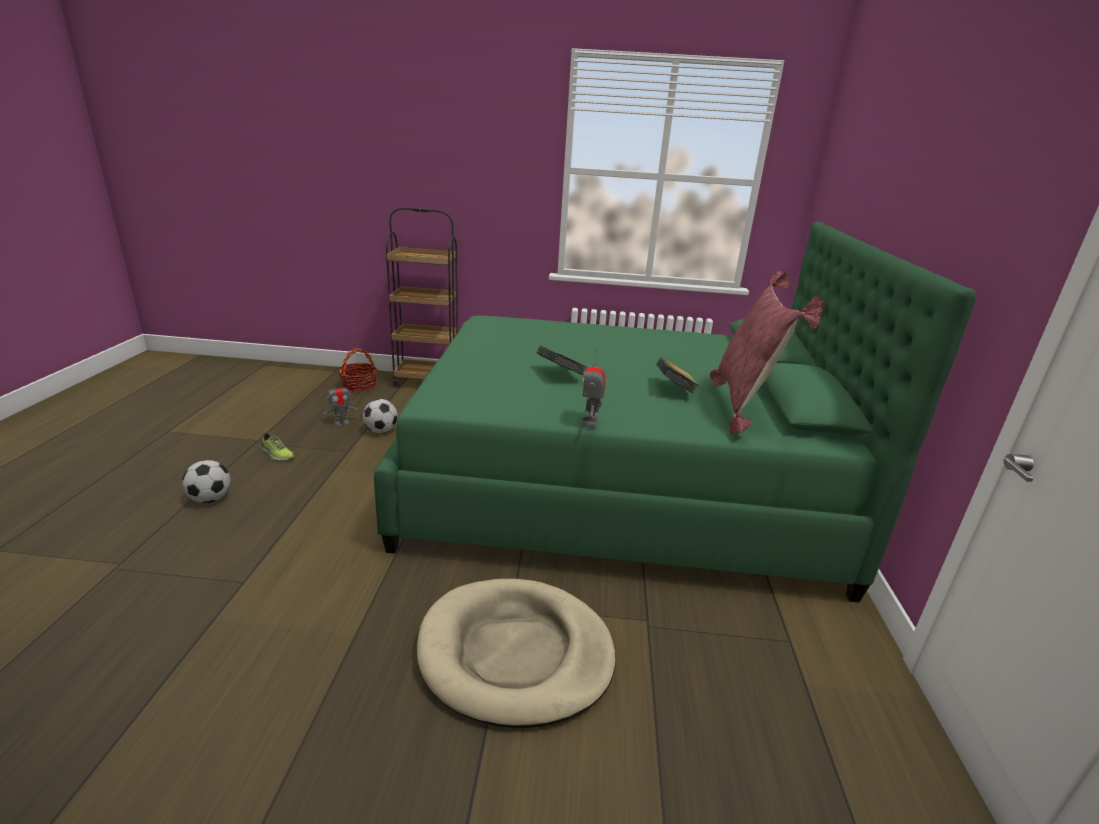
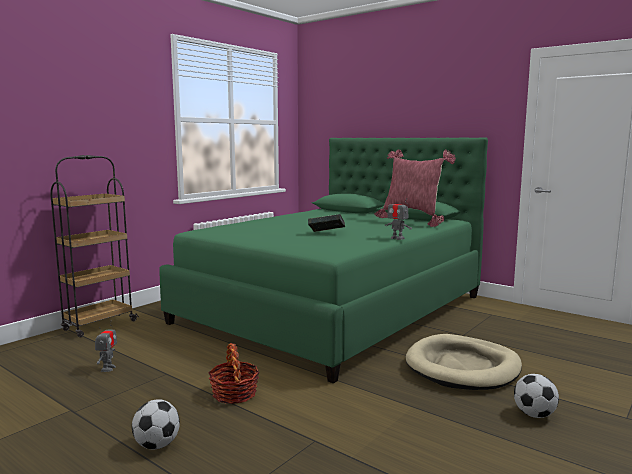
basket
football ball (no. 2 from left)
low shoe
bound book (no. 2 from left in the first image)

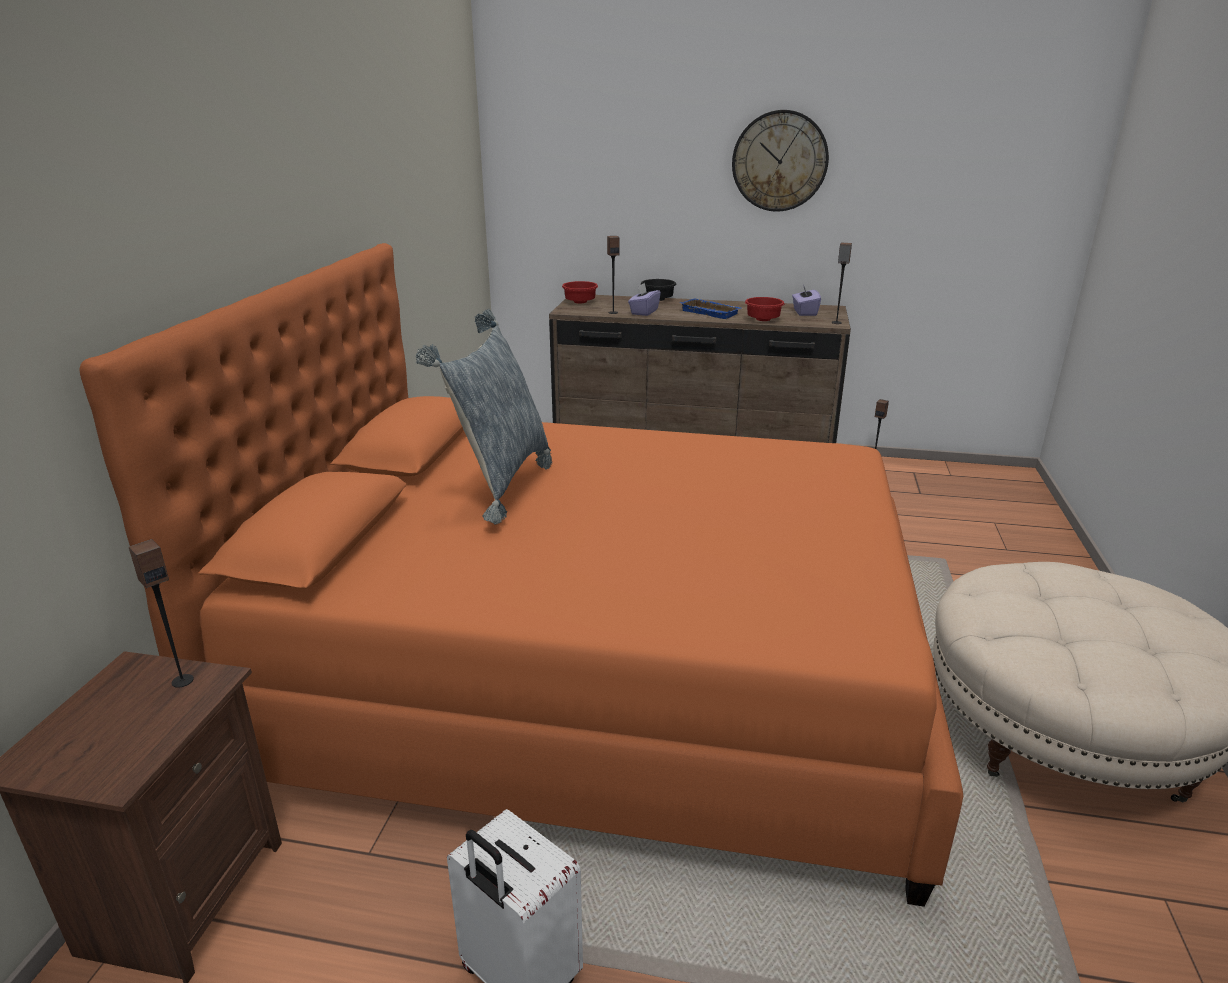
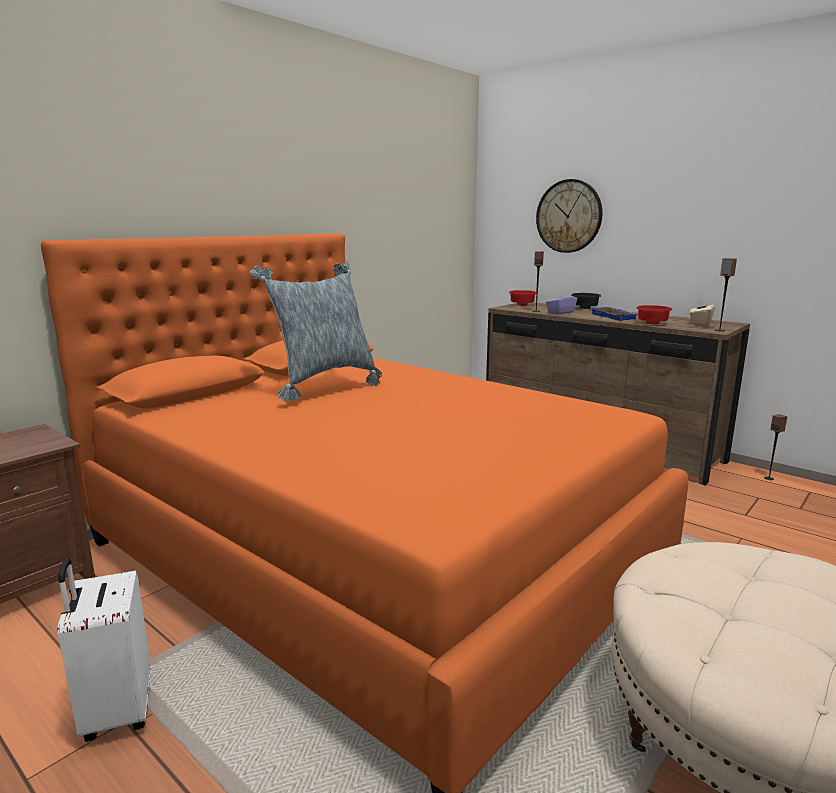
hanging clock
beige-coloured tissue box
loudspeaker (no. 1 from left in the first image)

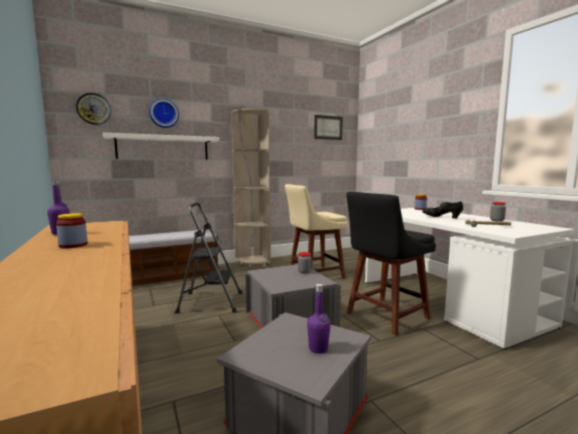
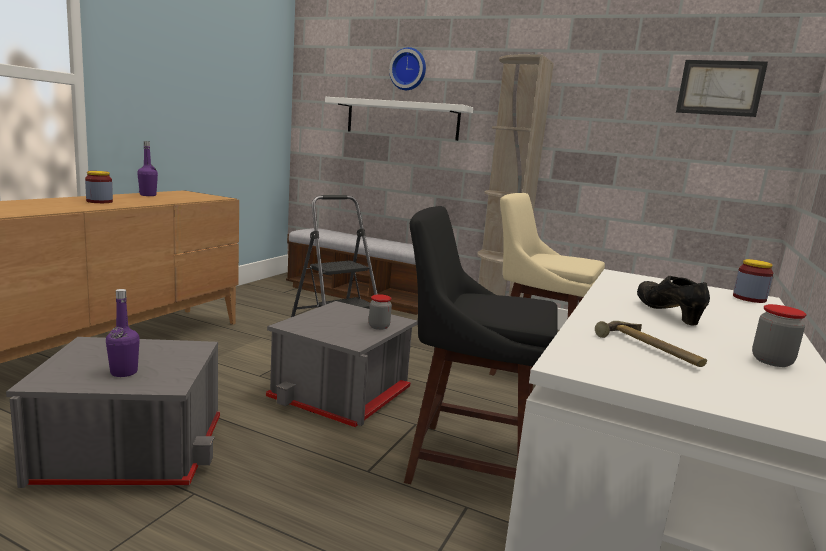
hanging clock (no. 1 from left in the first image)

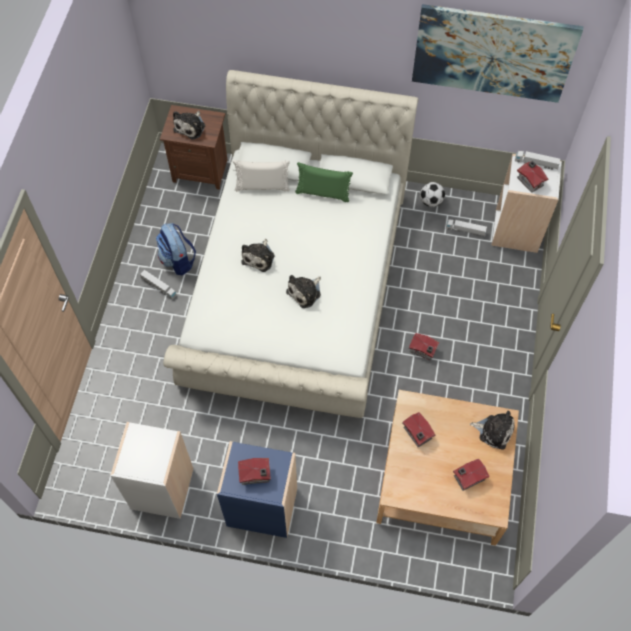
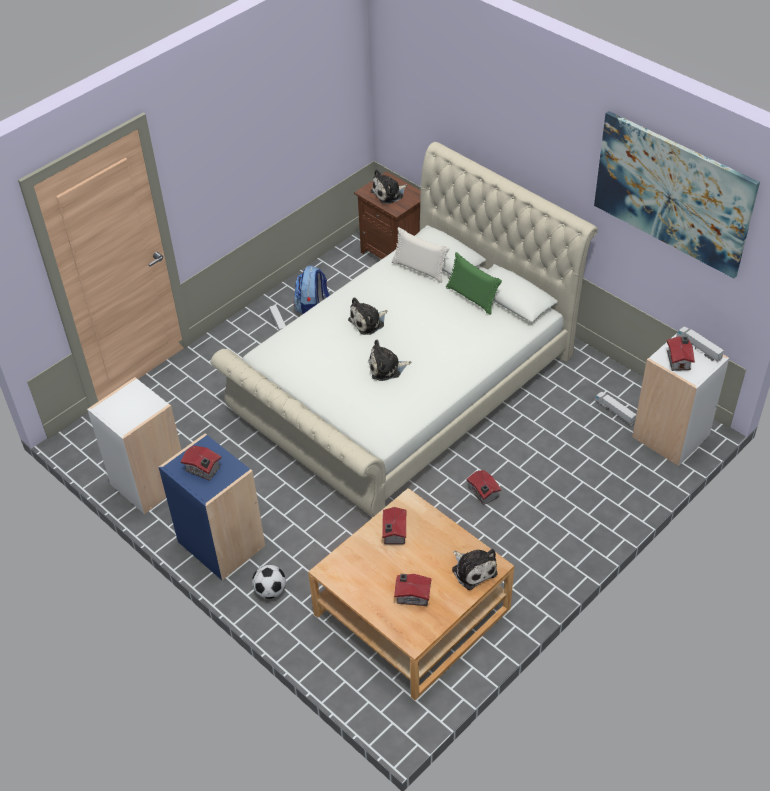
football ball

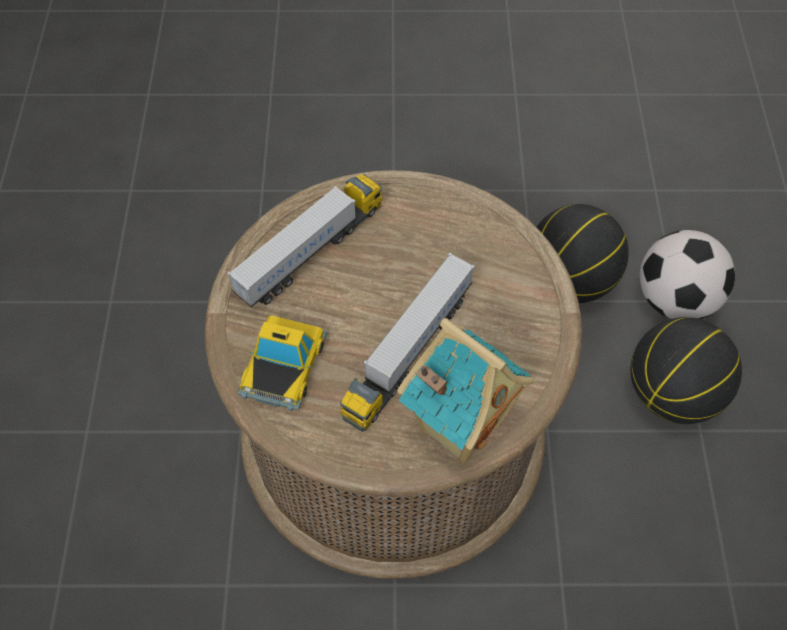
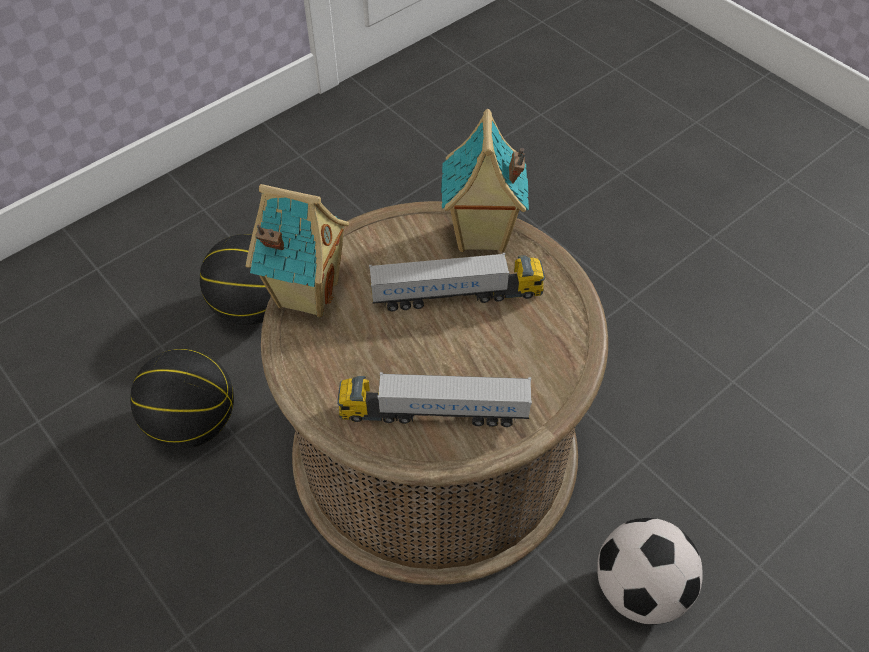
toy house (no. 1 from left)
football ball
toy car

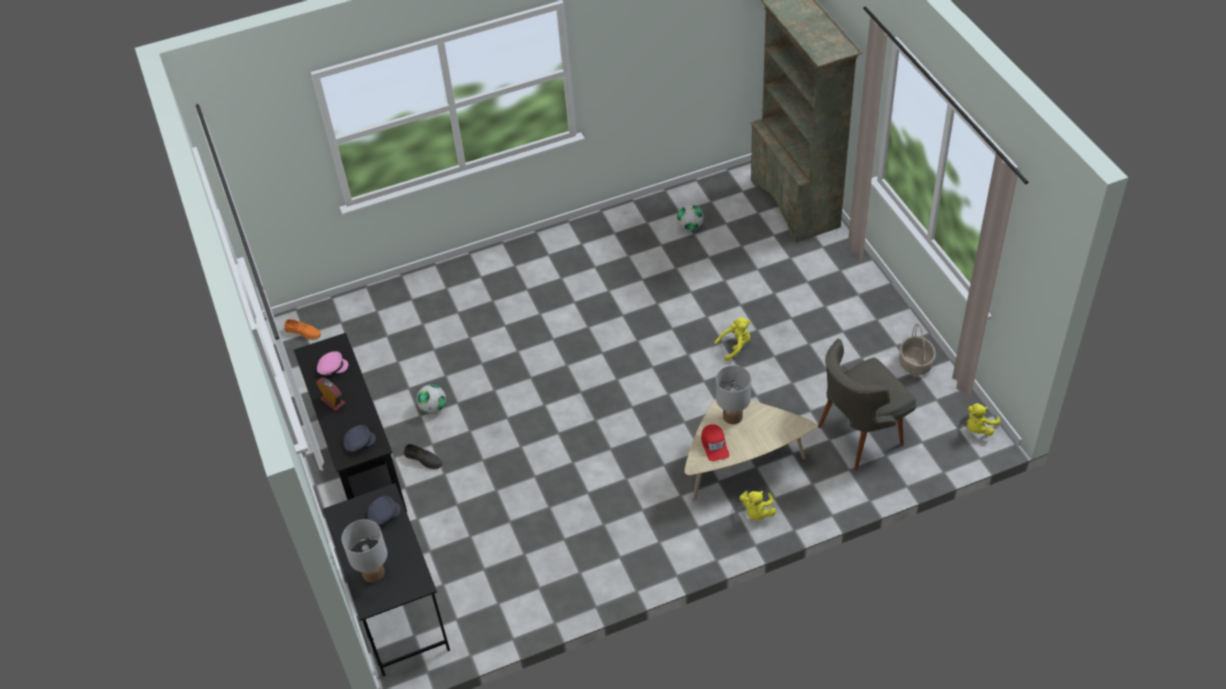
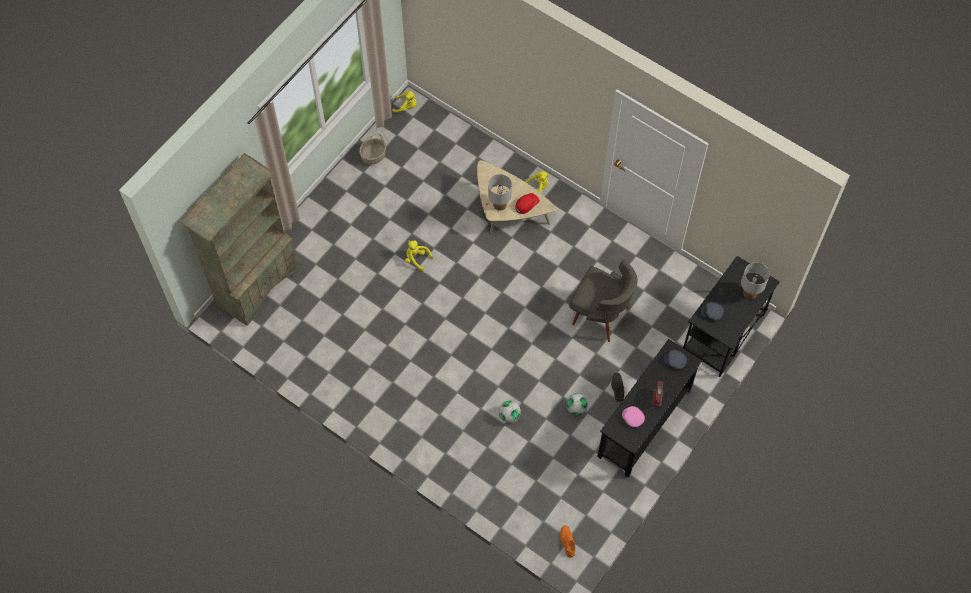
football ball (no. 1 from left)
greyish upright chair

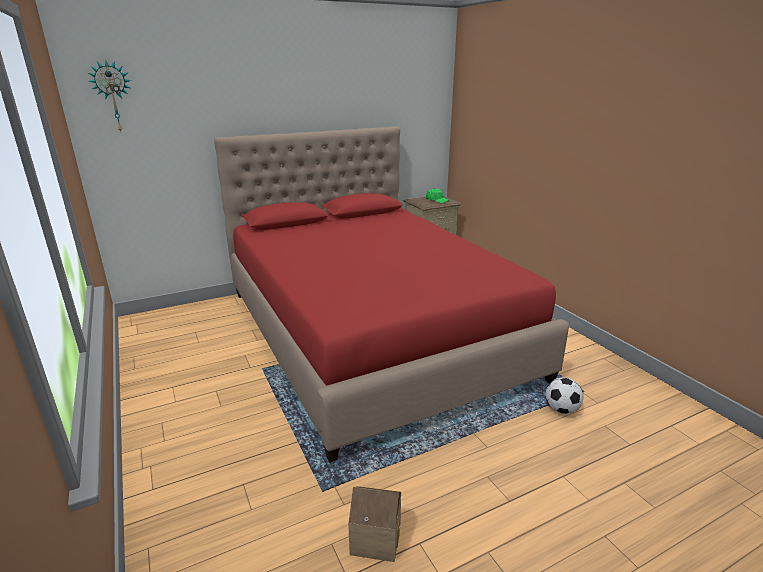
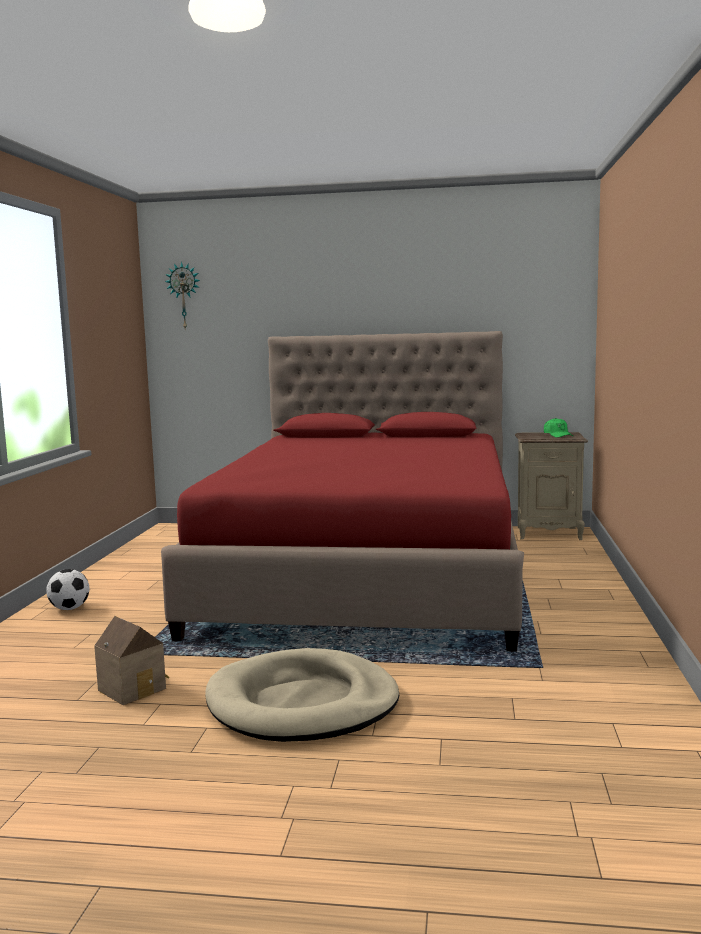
football ball
beige-coloured dog cushion

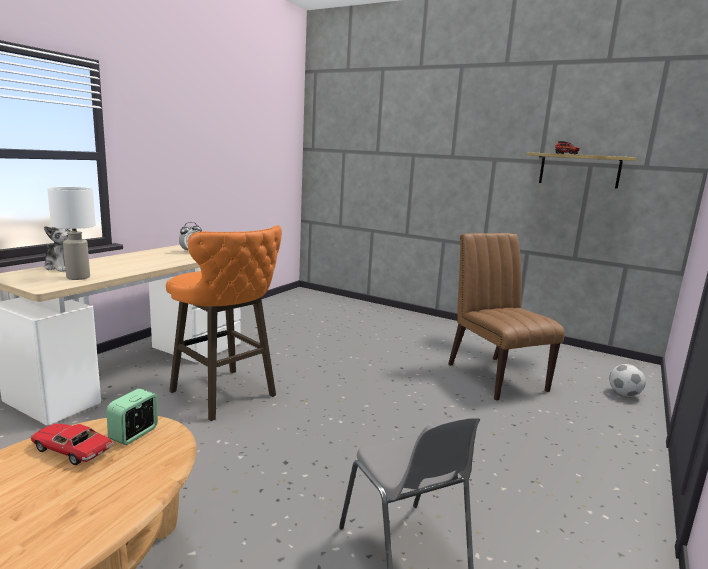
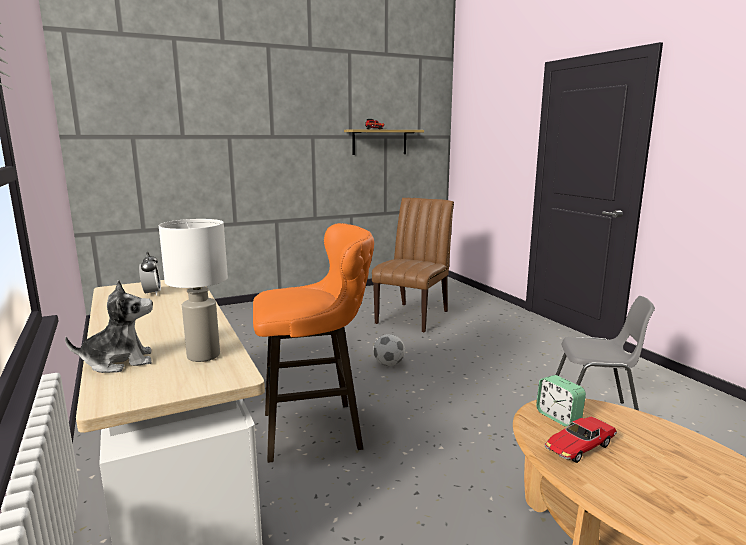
brown-coloured upright chair
football ball

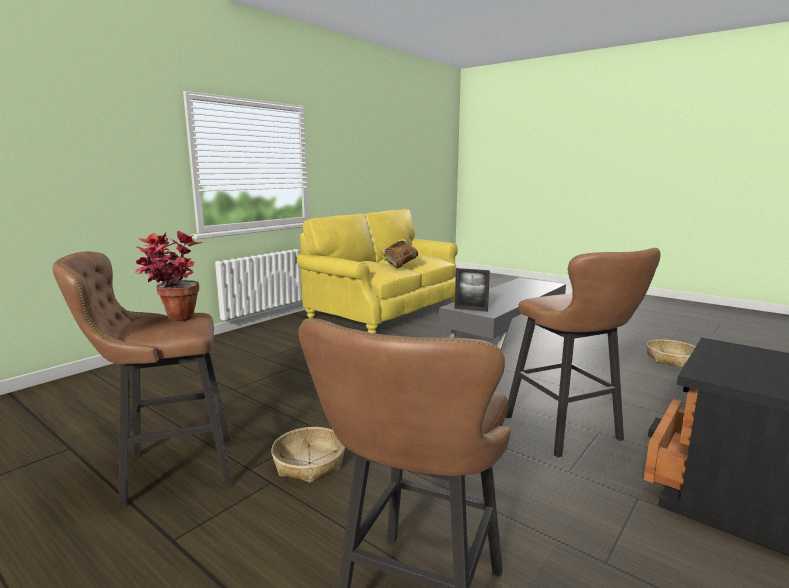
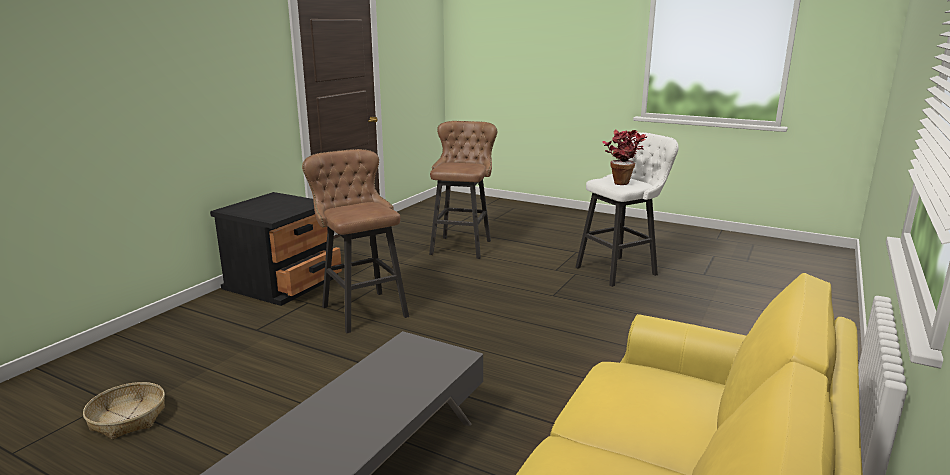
white stool
basket (no. 1 from left in the first image)
bound book
photo frame

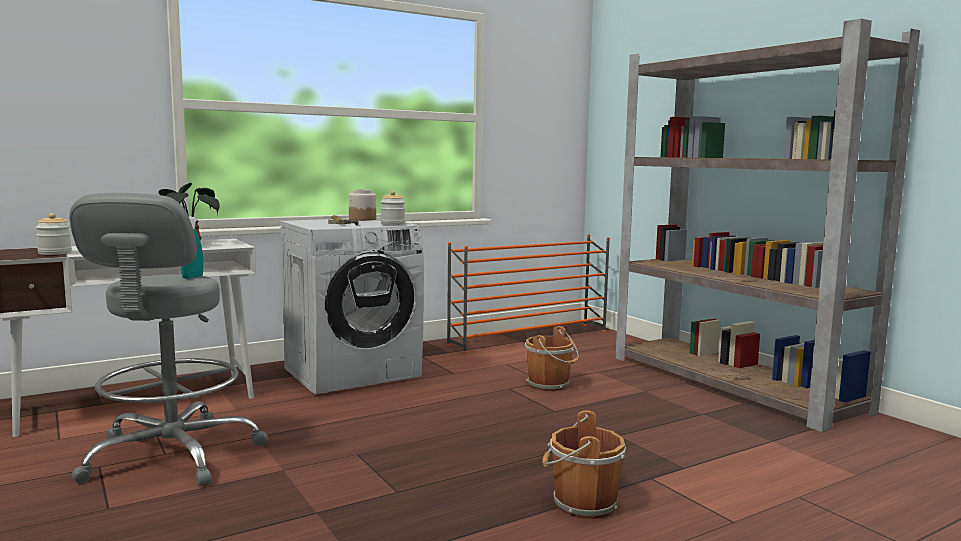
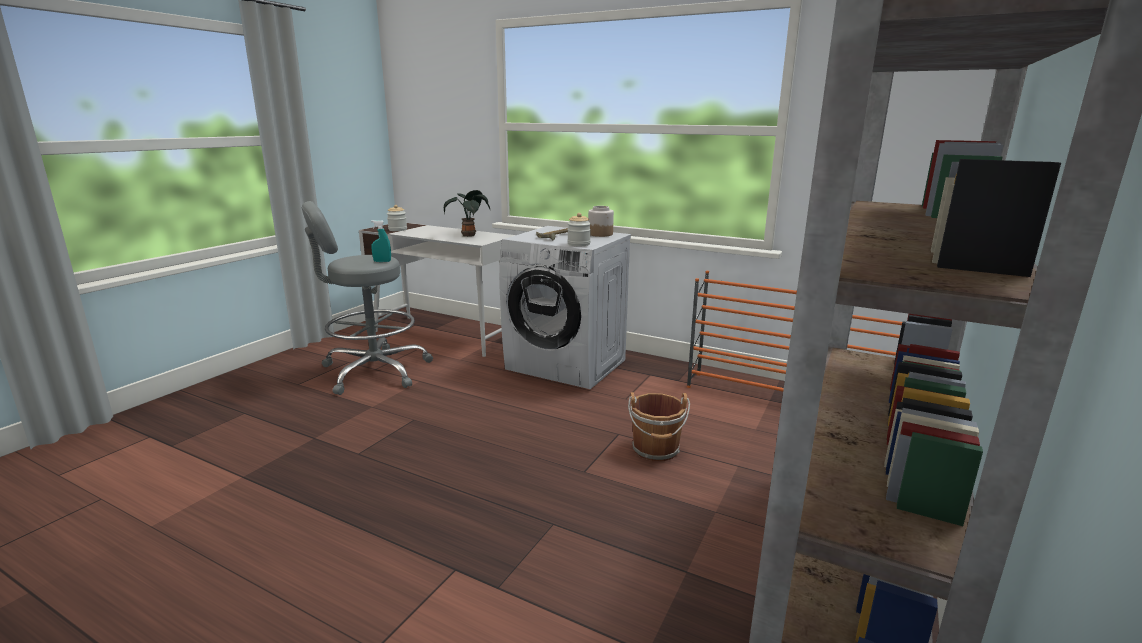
brown-coloured water bucket (no. 2 from left in the first image)

